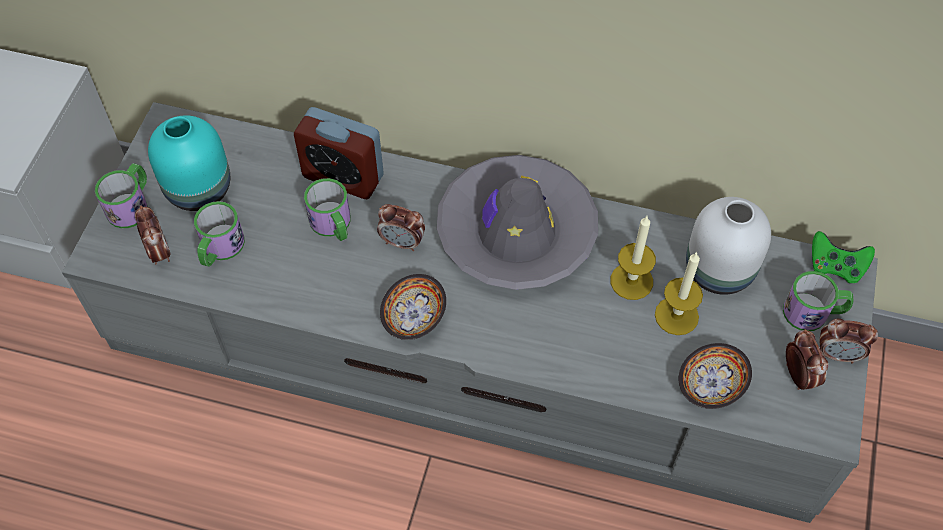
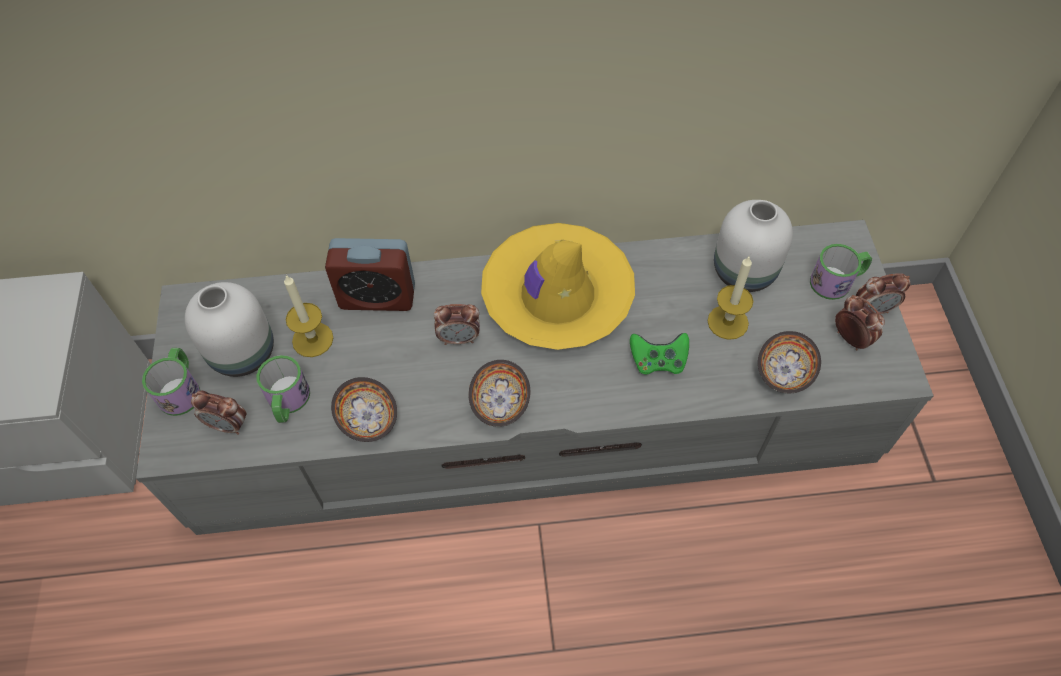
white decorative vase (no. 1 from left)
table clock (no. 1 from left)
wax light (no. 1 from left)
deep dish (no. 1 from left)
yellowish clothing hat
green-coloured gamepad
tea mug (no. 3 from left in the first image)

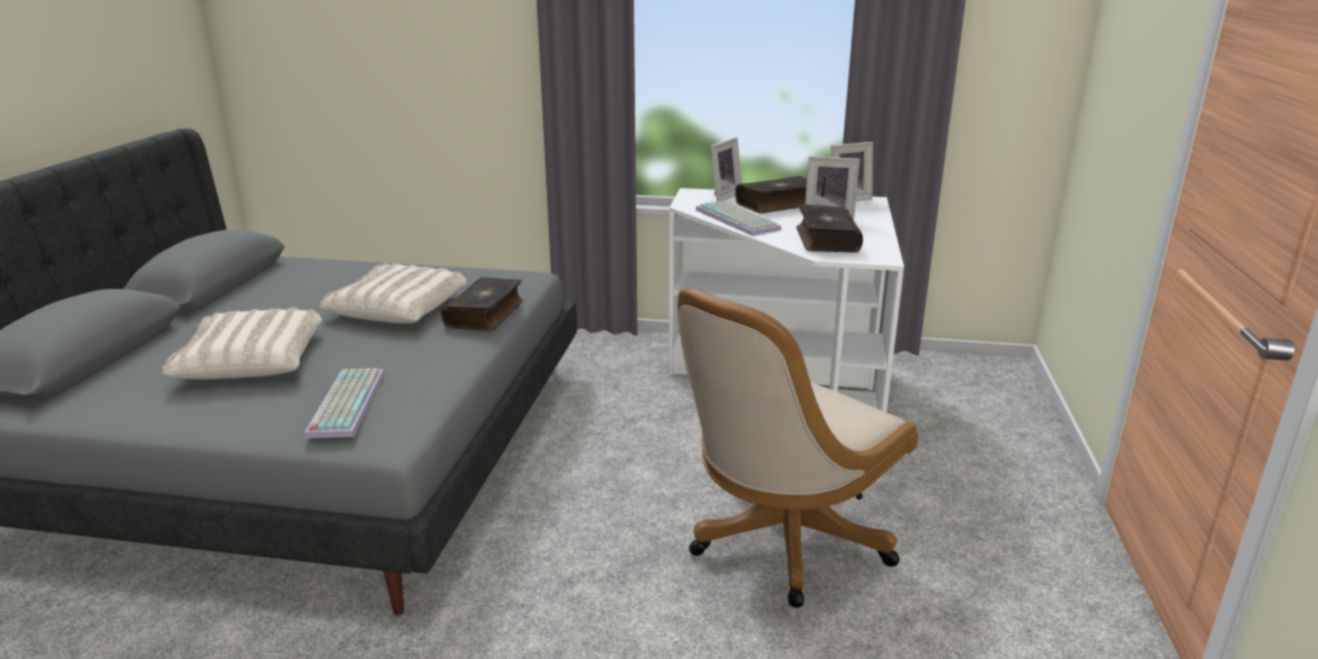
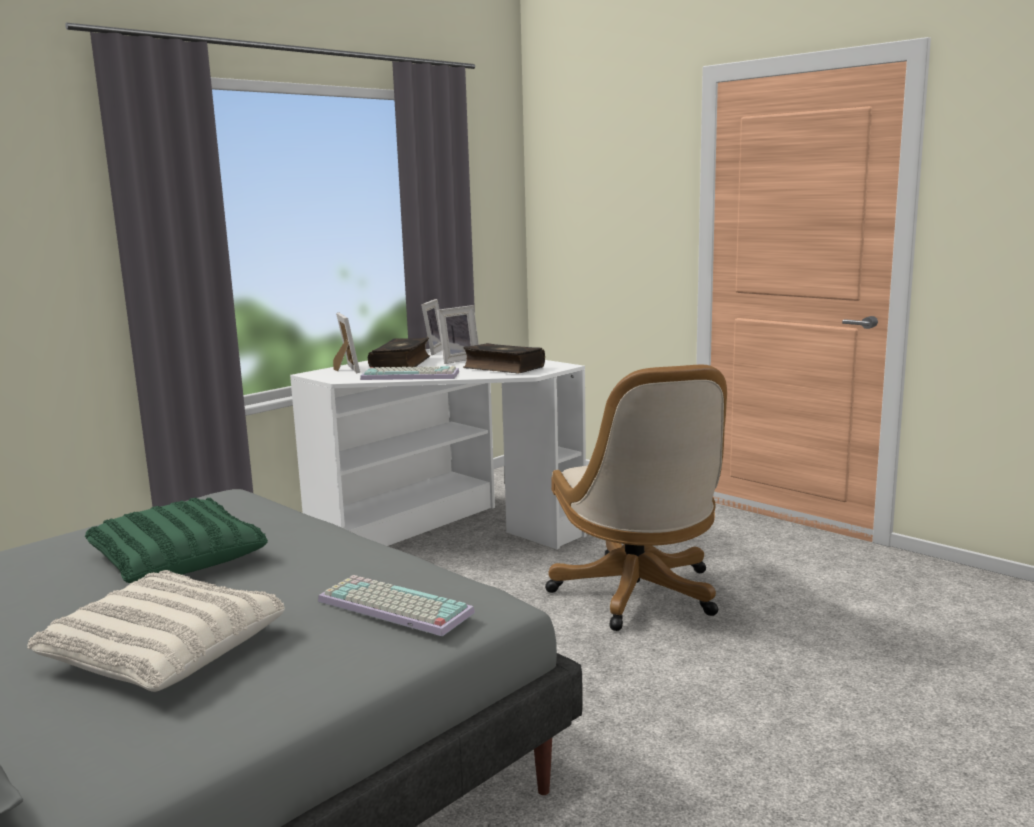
green-coloured cushion
bound book (no. 1 from left in the first image)

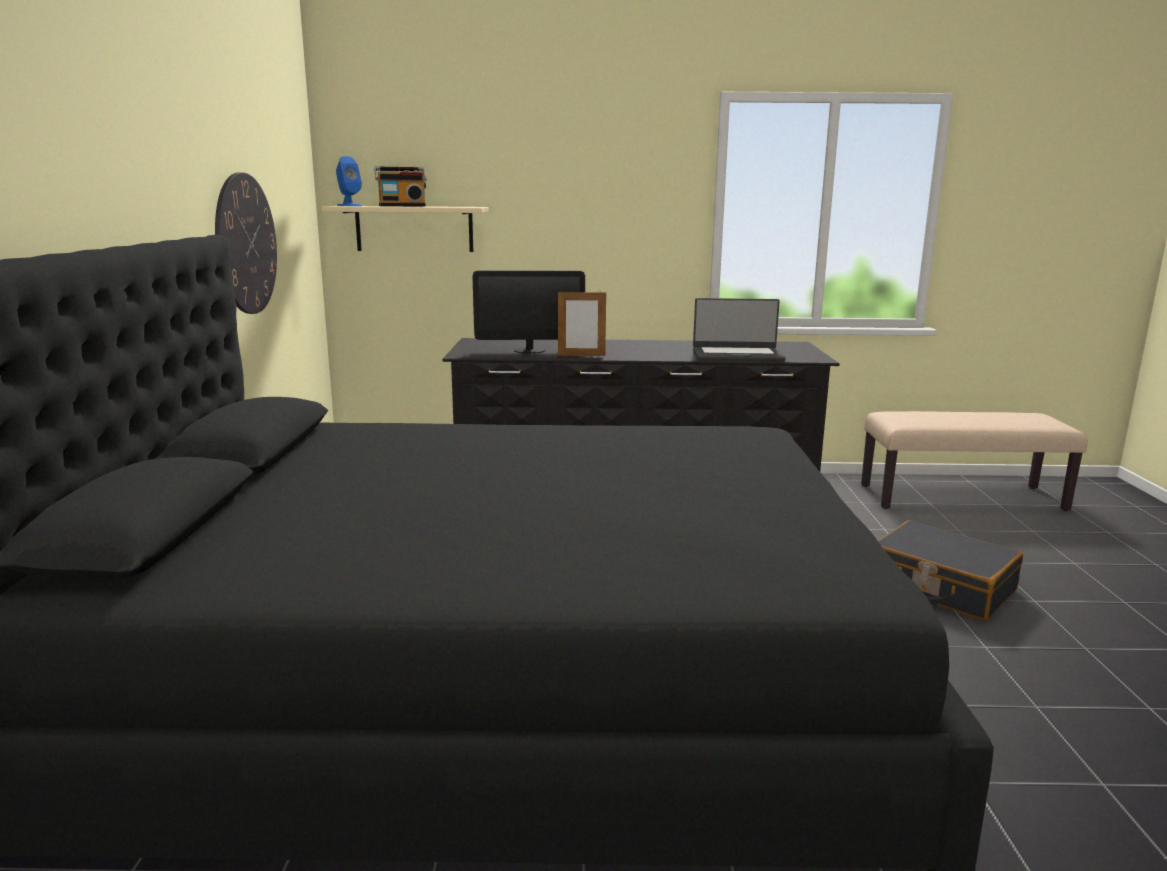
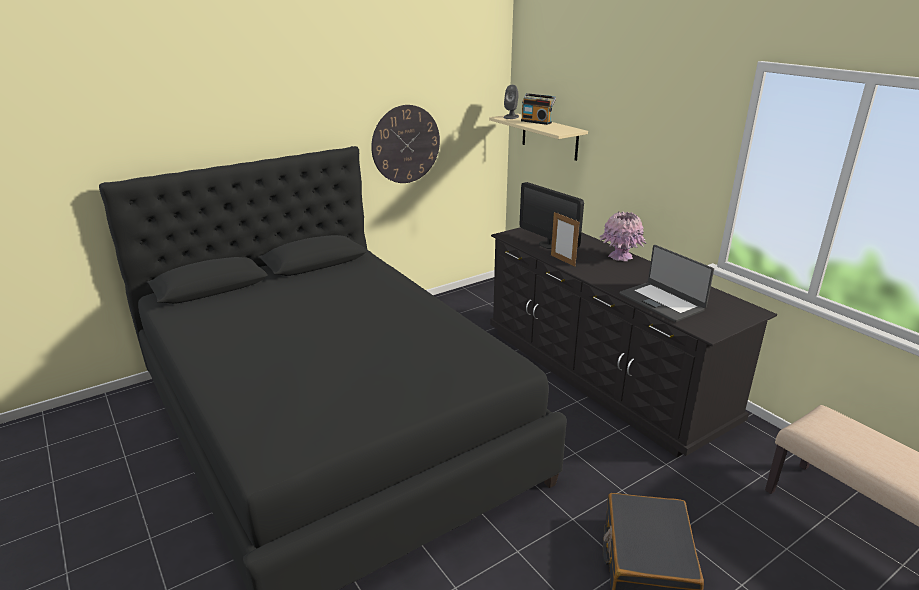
greyish loudspeaker
pinkish decorative vase

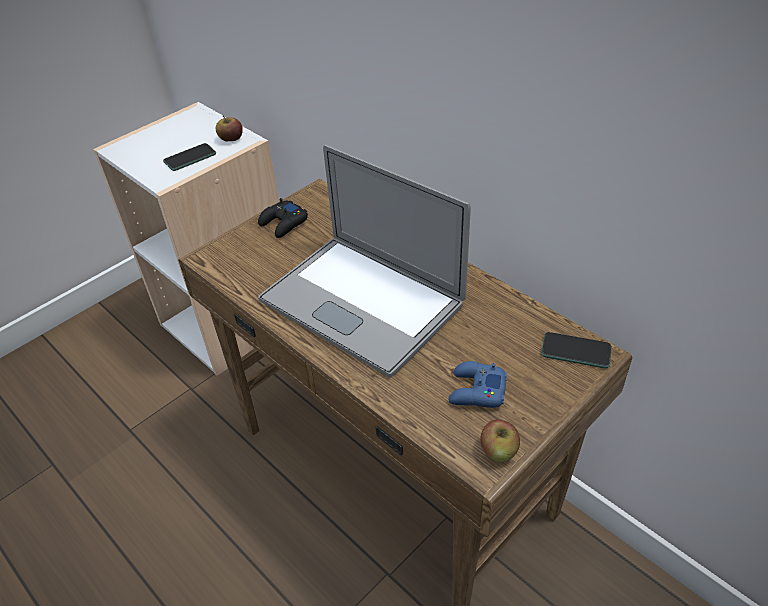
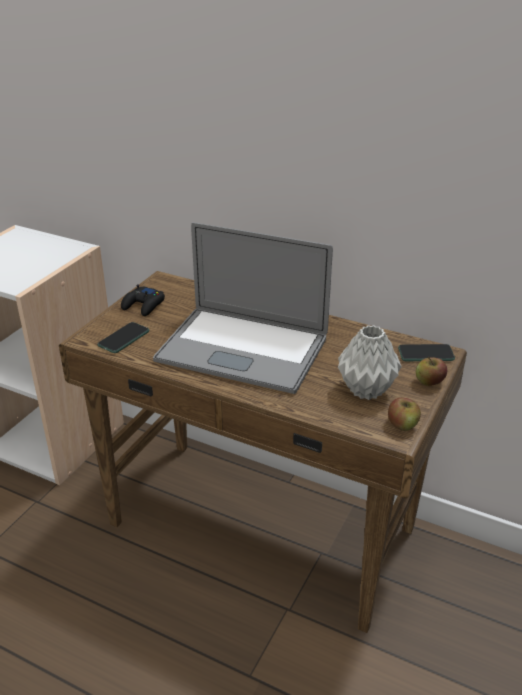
handset (no. 1 from left)
greyish decorative vase
apple (no. 2 from left)

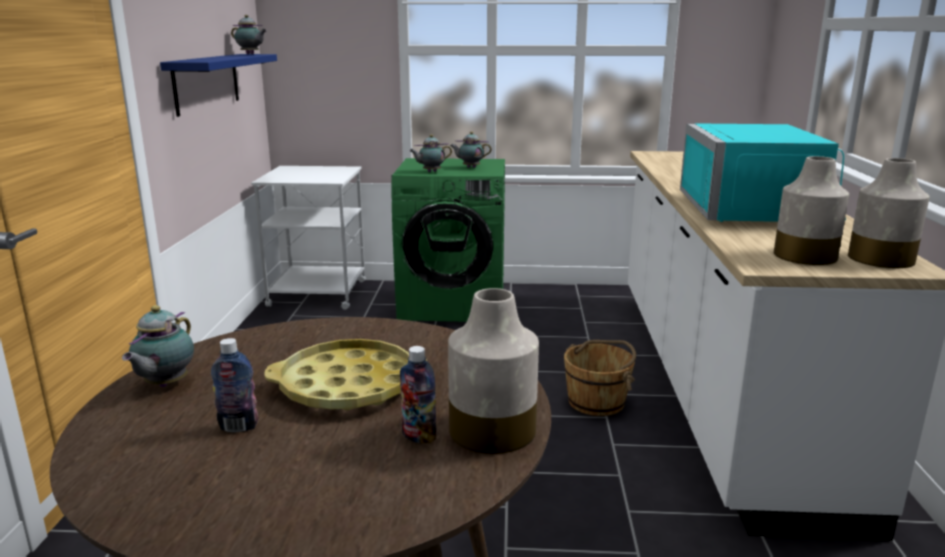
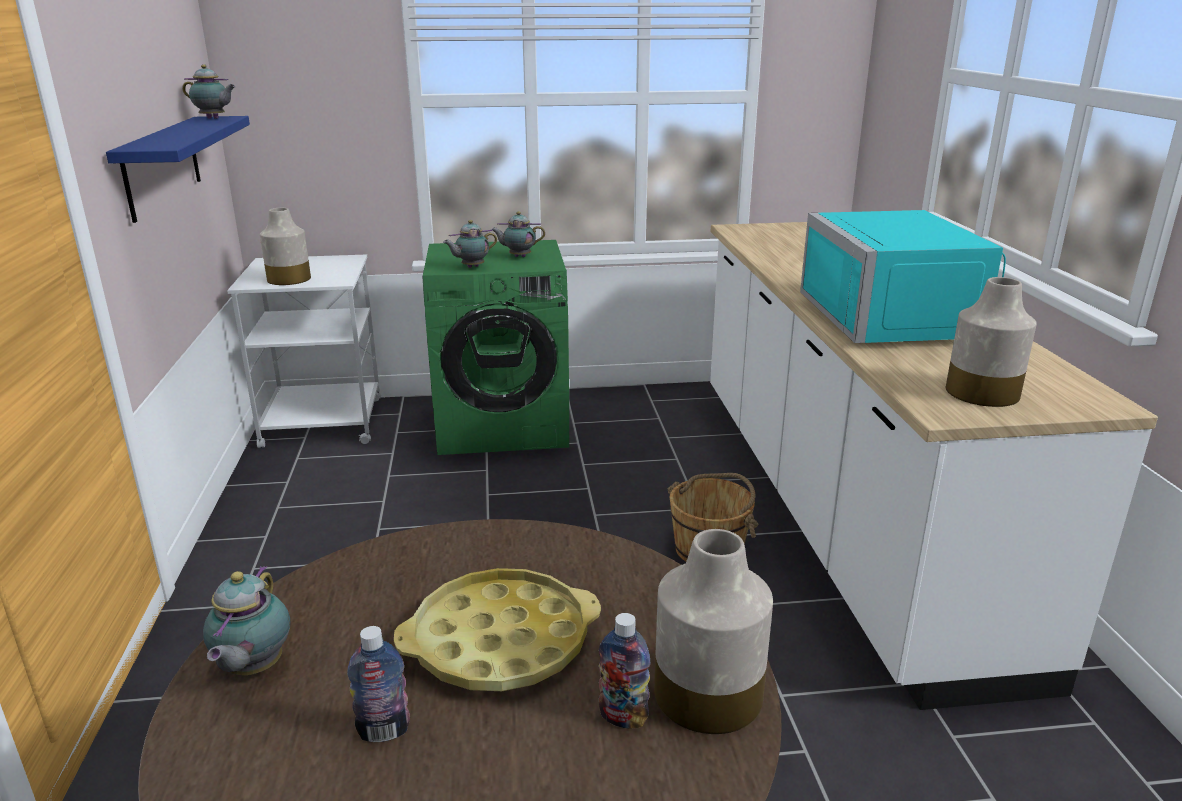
beige-coloured decorative vase (no. 1 from left)

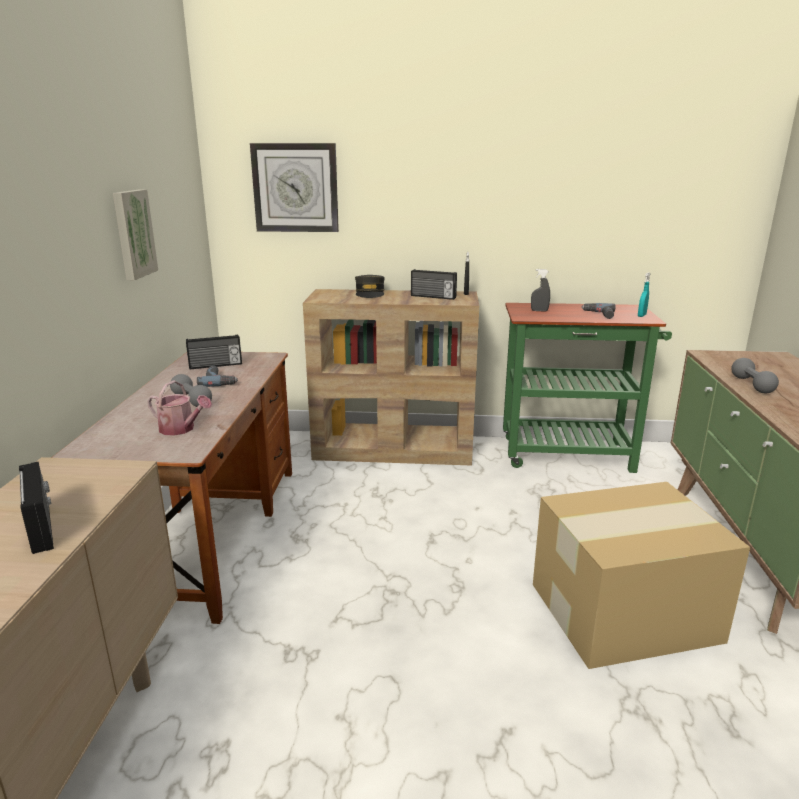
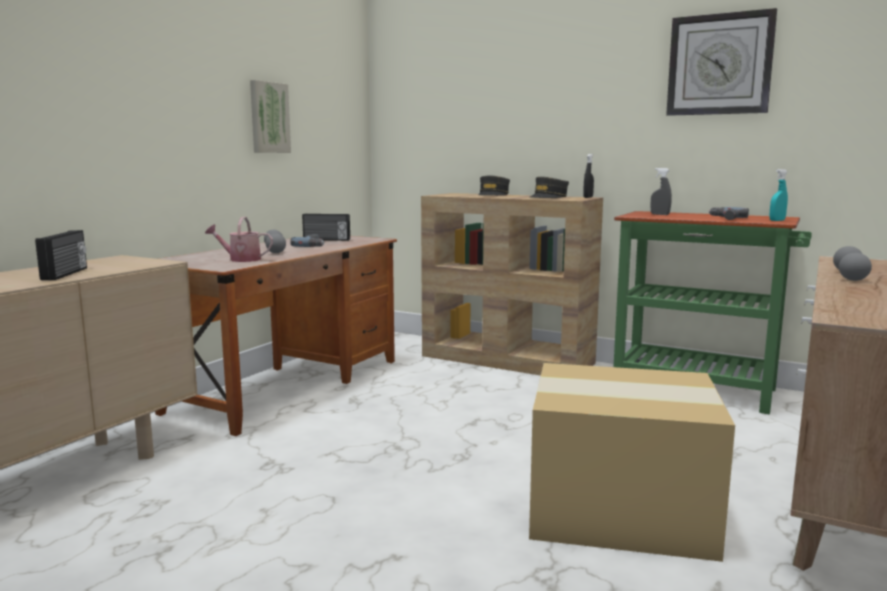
watering pot
greyish cap (no. 2 from left)
hanging clock

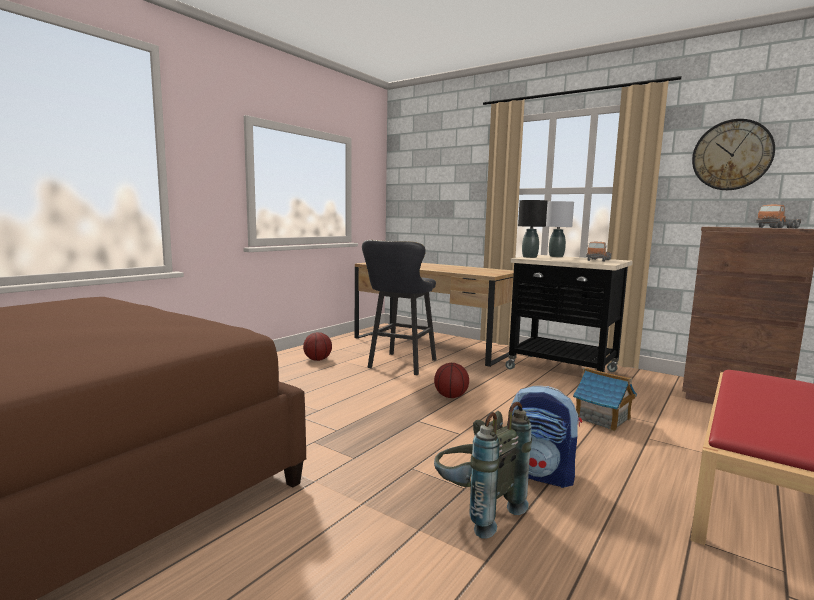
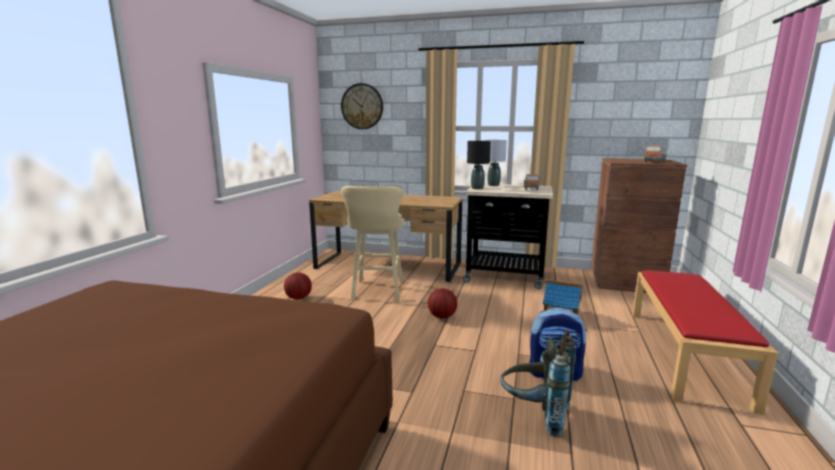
hanging clock
beige-coloured stool

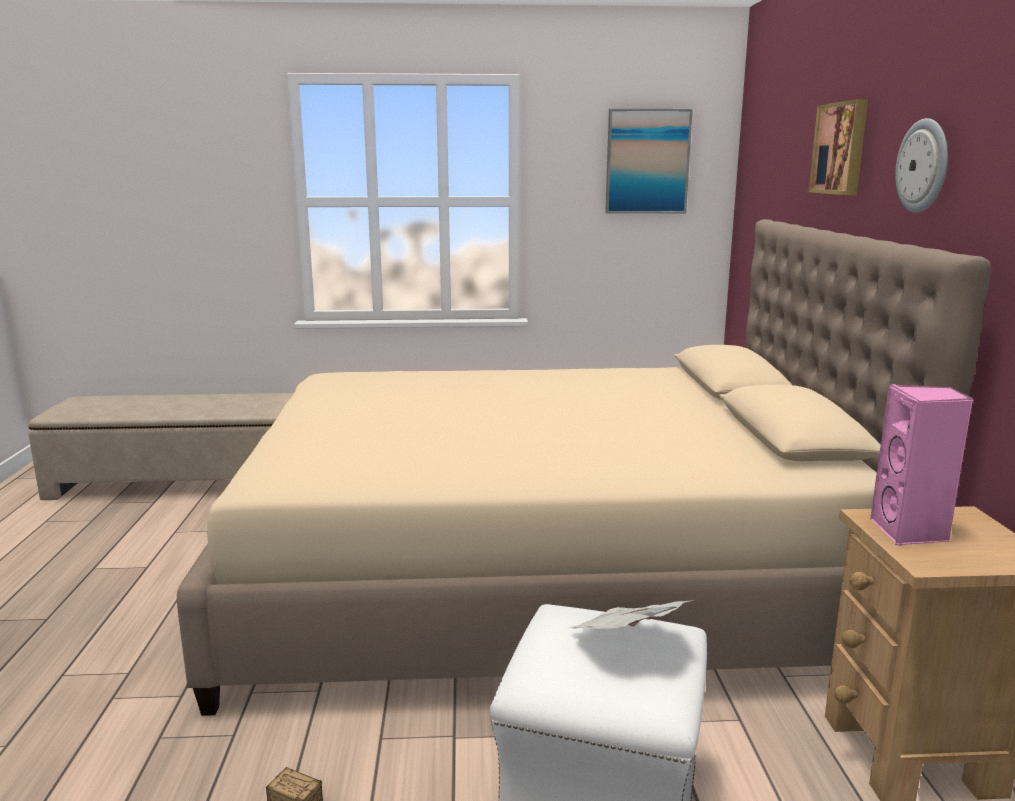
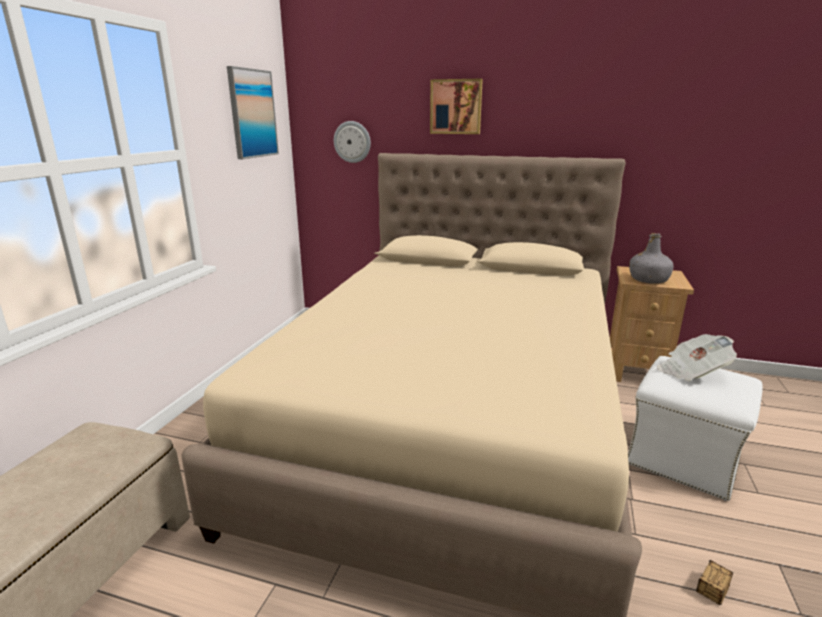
hanging clock
greyish bottle

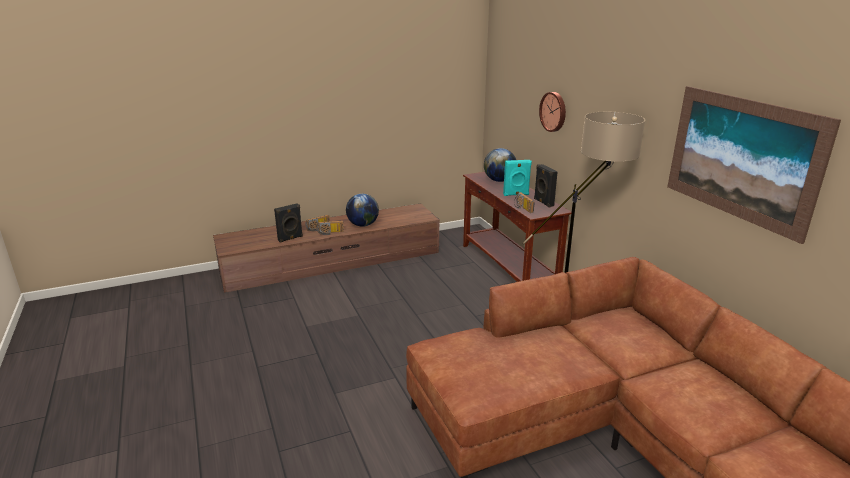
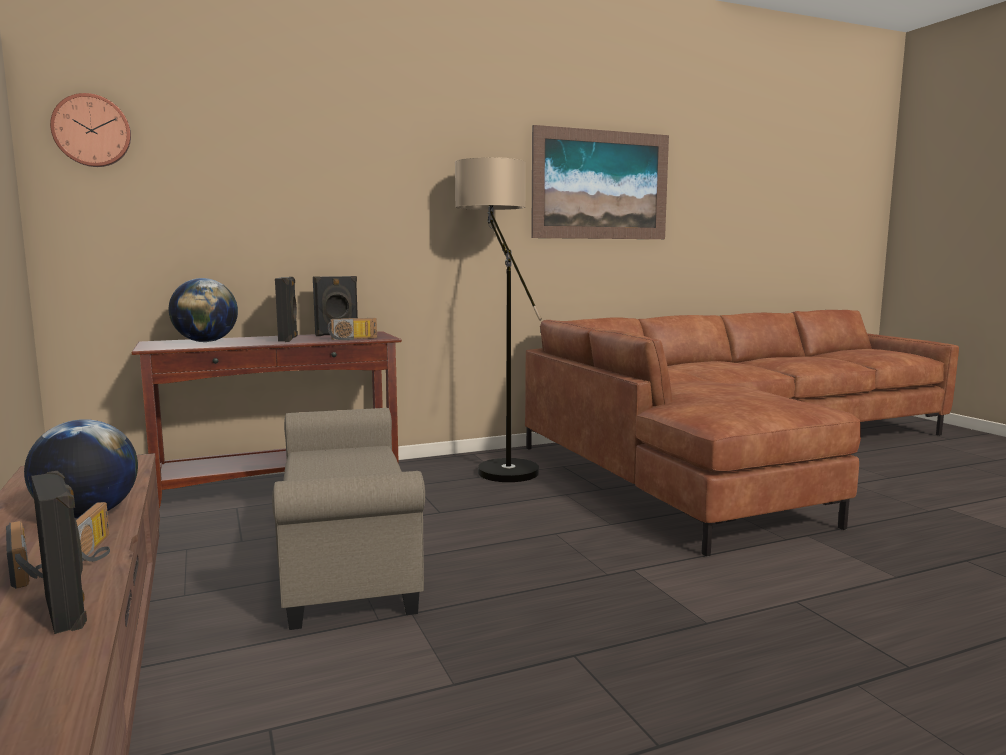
hanging clock
beige-coloured ottoman
blackish loudspeaker (no. 2 from left)

